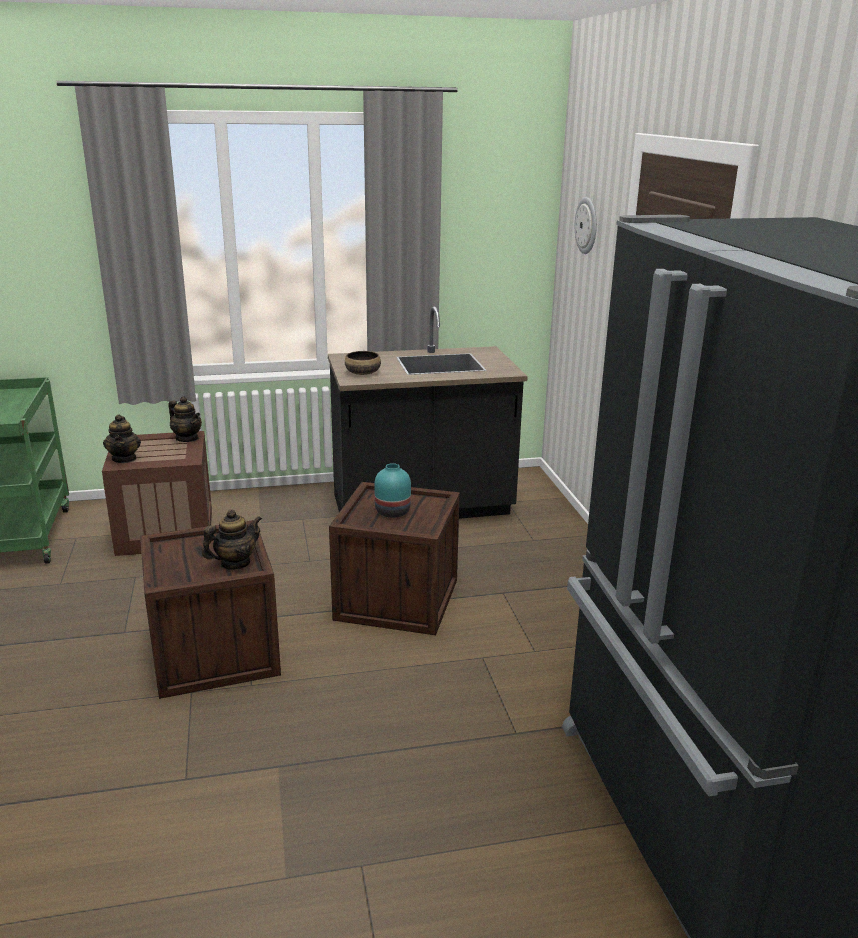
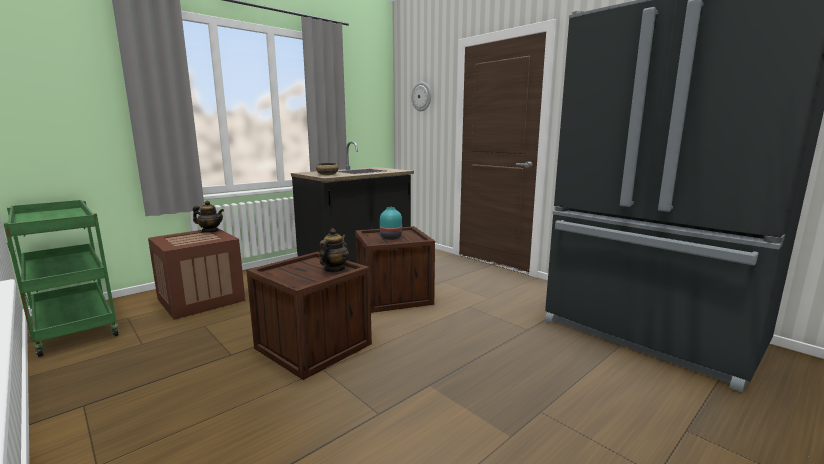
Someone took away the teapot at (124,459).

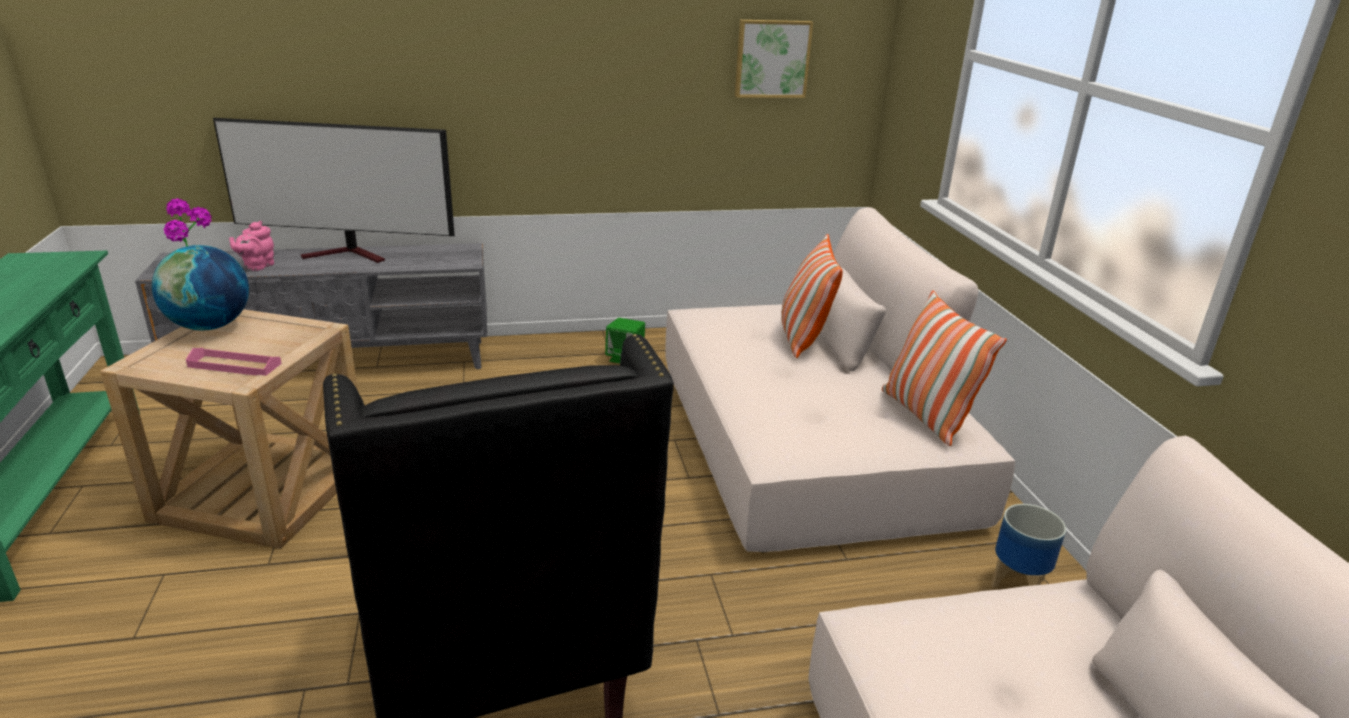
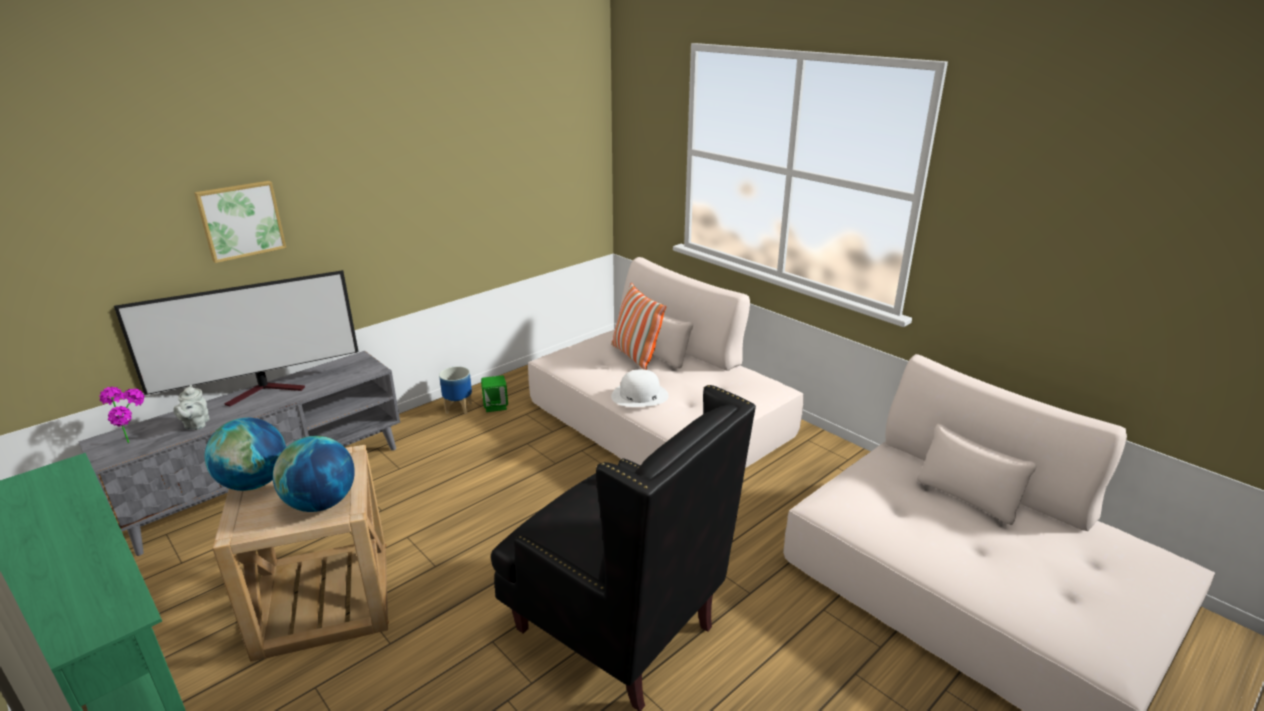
Someone repainted the pink teapot at (257,266), which became the grey teapot at (196,425). Someone carried the picture from (772,58) to (241,220). Someone swapped the pink tray at (235,365) for the globe at (321,503). Someone carried the planter from (1018,583) to (459,408). Someone put down the white hat at (639,395). Someone took away the pillow at (926,415).

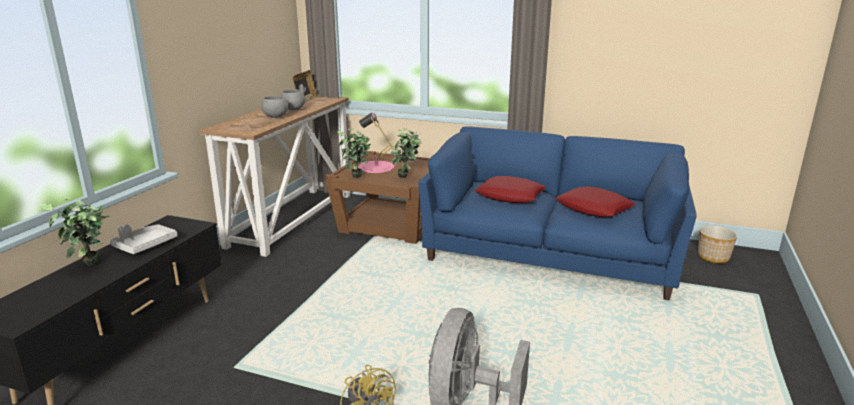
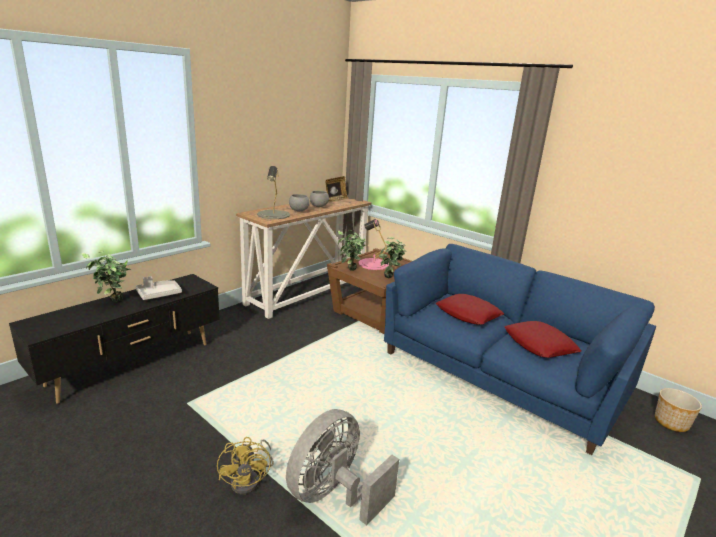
Someone put down the grey table lamp at (273,214).

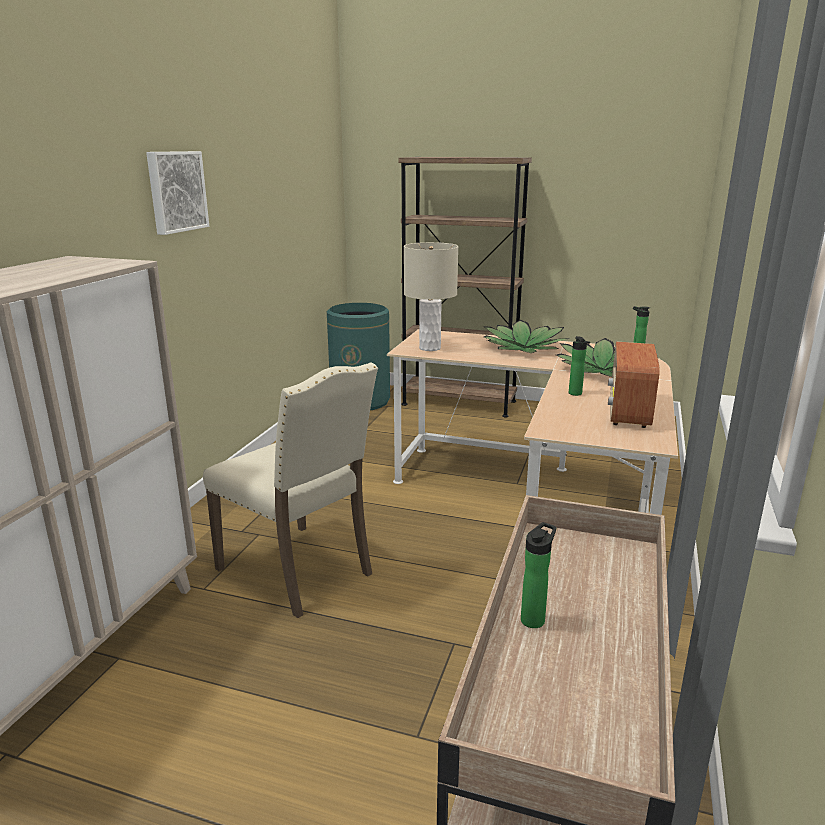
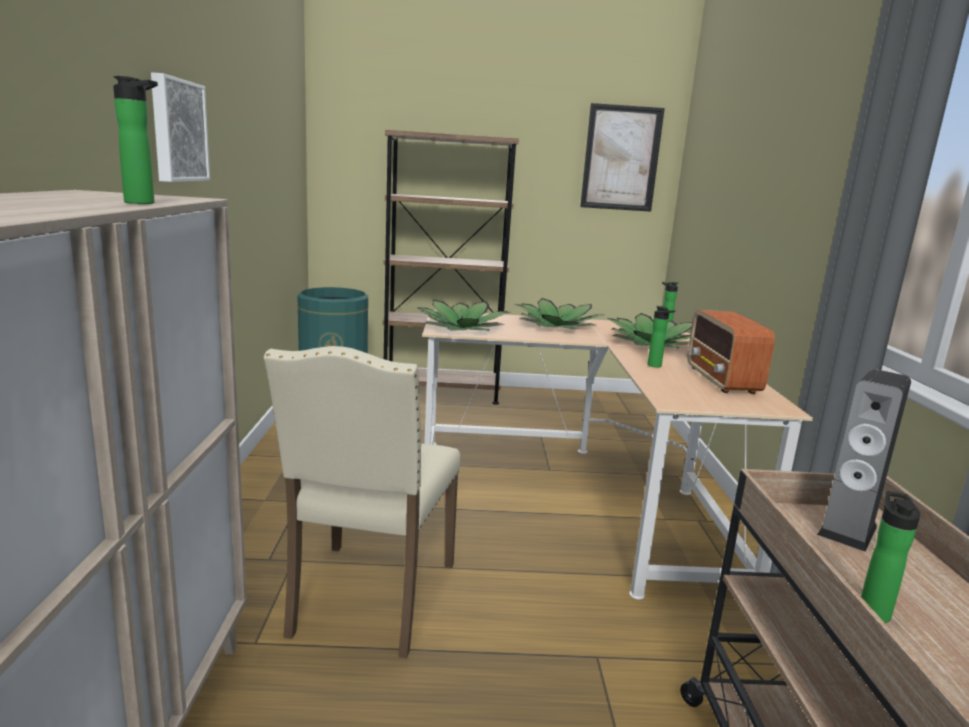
Someone put down the bottle at (144,203). Someone rotated the beige chair at (299,571) by 75 degrees clockwise. Someone swapped the beige table lamp at (429,348) for the potted plant at (463,327). Someone put up the picture at (621,158). Someone put down the speaker at (847,530).

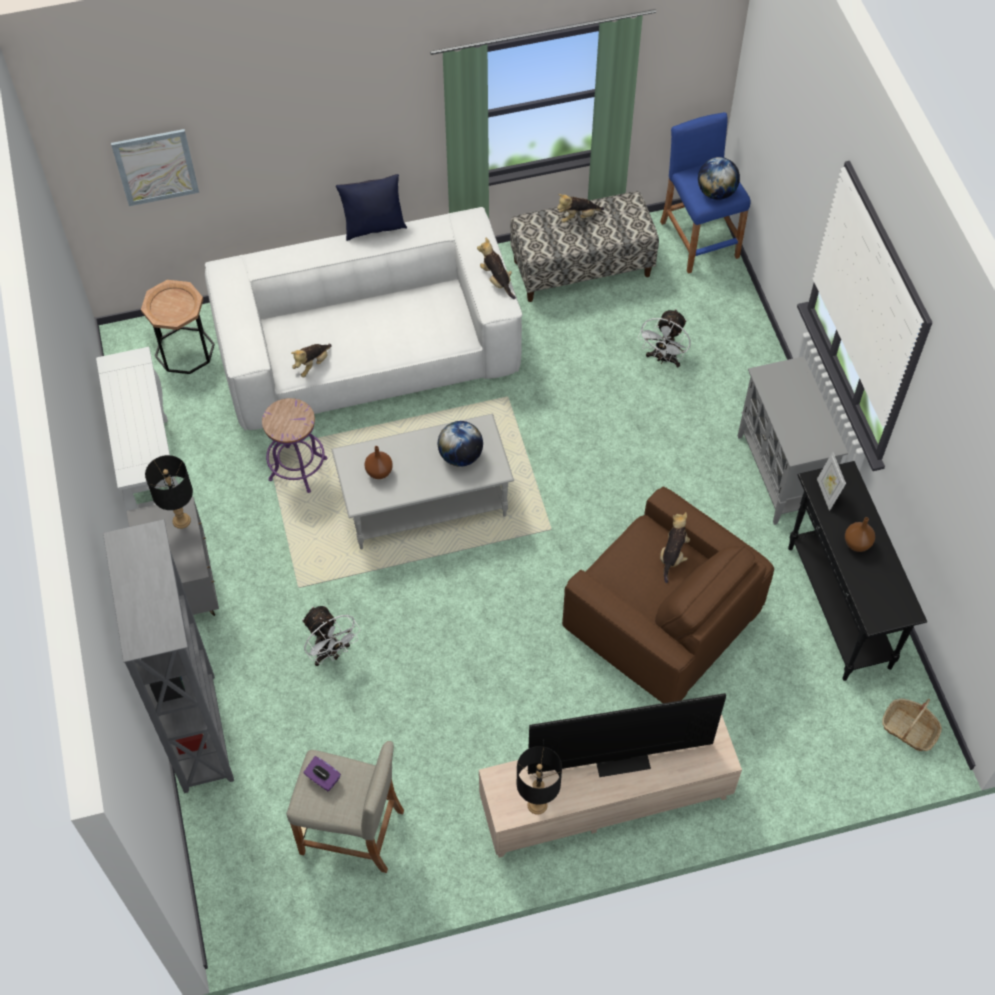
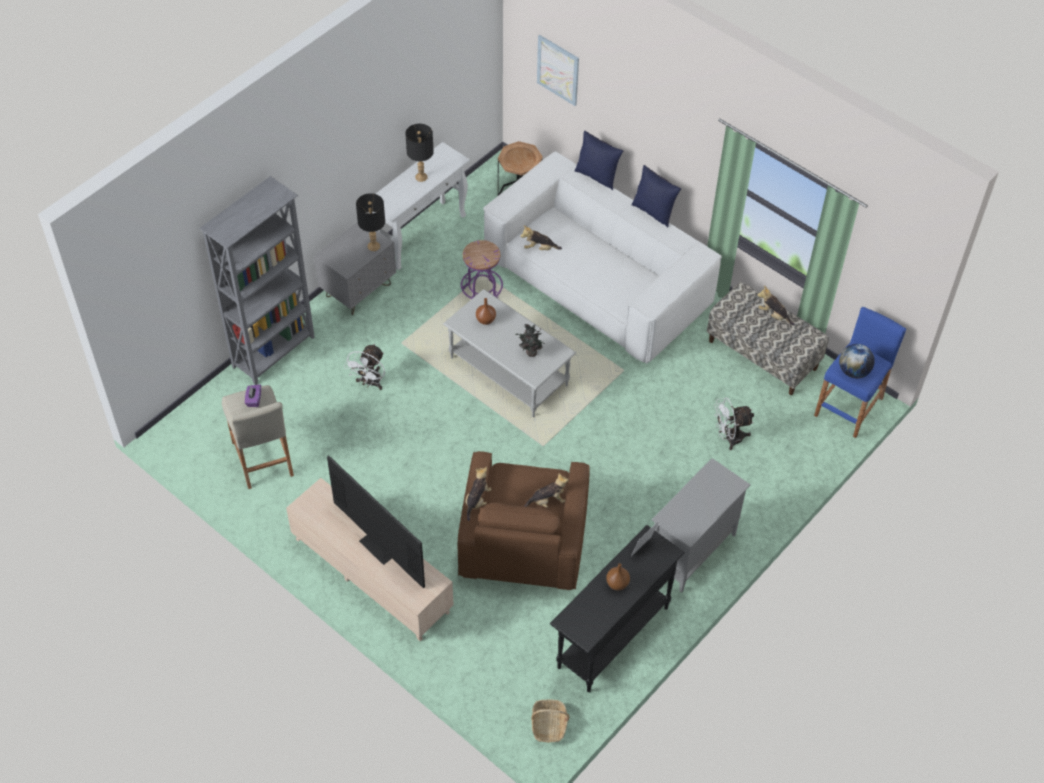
Someone carried the black table lamp from (537,804) to (421,177). Someone carried the plush toy from (497,280) to (477,500). Someone swapped the globe at (460,456) for the potted plant at (530,353). Someone put down the blue pillow at (597,176).

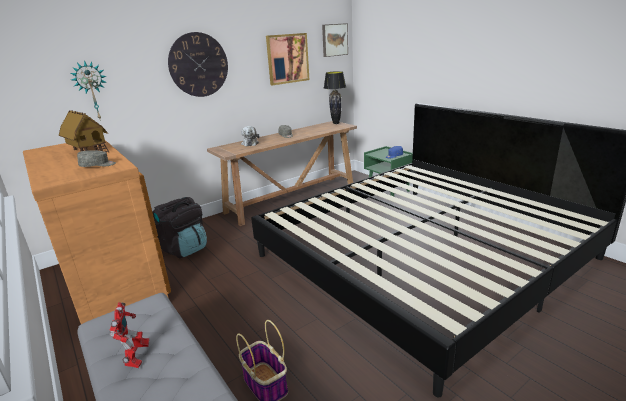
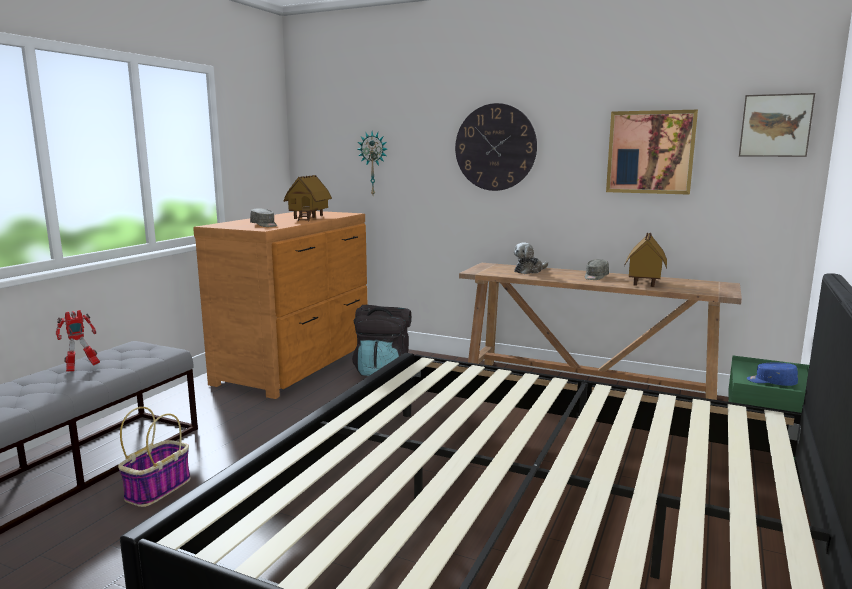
Someone put down the toy house at (644,283). Someone took away the black table lamp at (336,123).

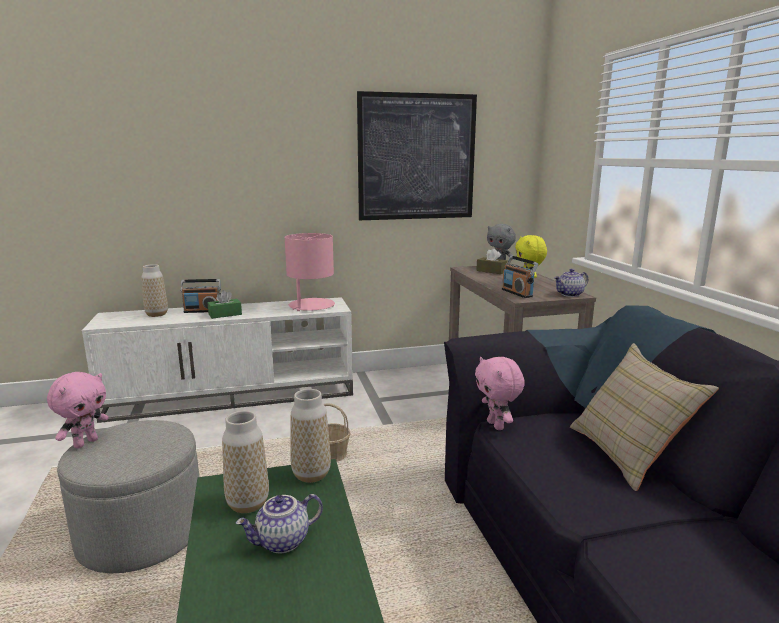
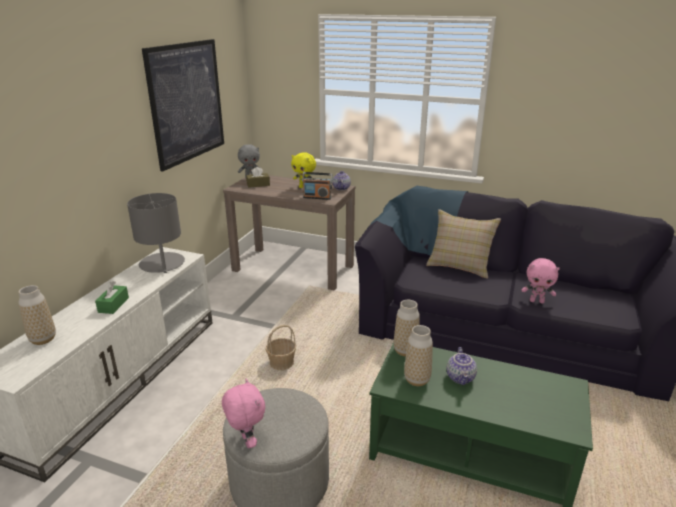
Someone repainted the pink table lamp at (311,306), which became the grey table lamp at (162,264). Someone carried the pink plush toy from (496,425) to (537,301). Someone took away the radio at (202,311).

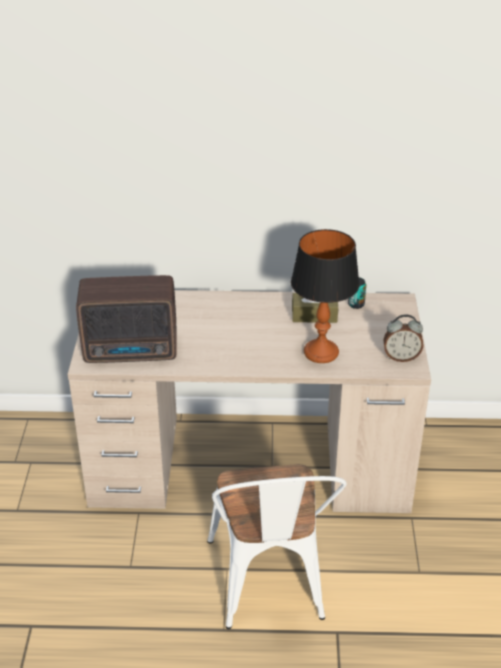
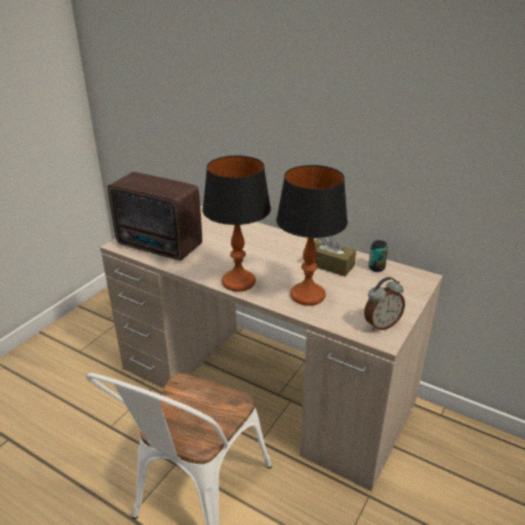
Someone put down the table lamp at (239,282). Someone rotated the alarm clock at (401,357) by 60 degrees counterclockwise.

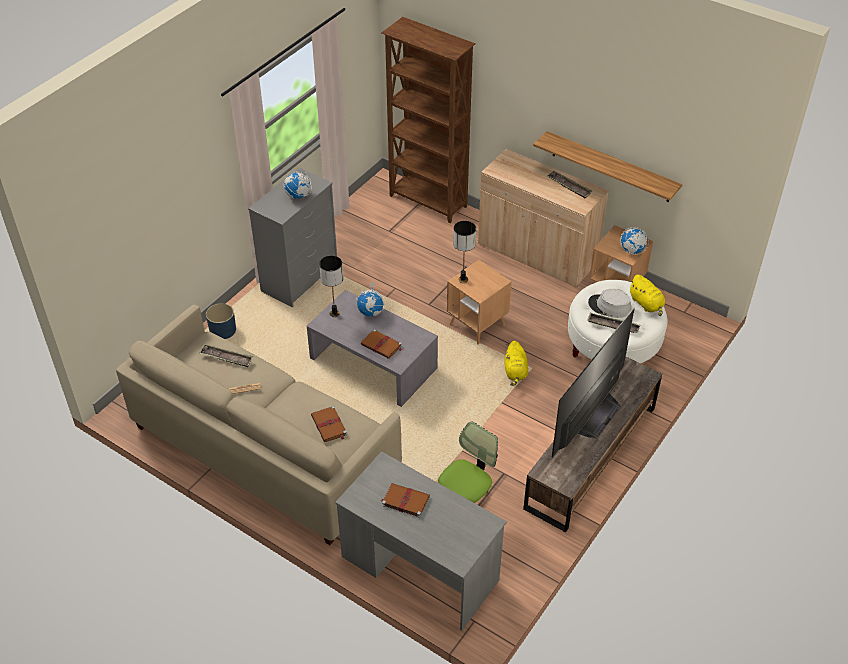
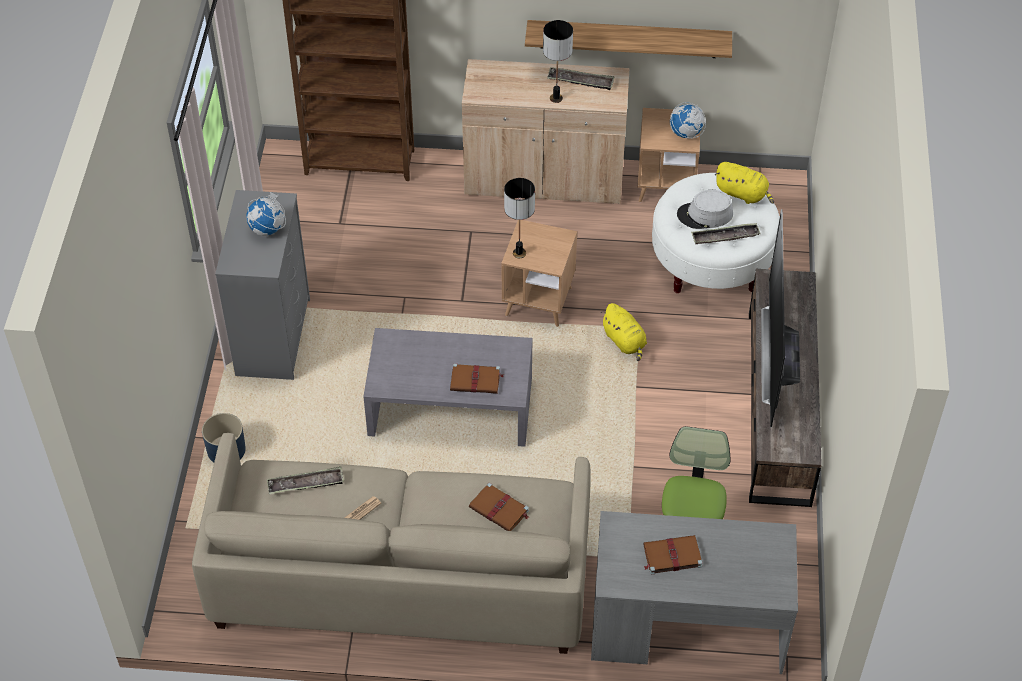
Someone carried the table lamp from (334,314) to (556,98). Someone took away the globe at (371,312).

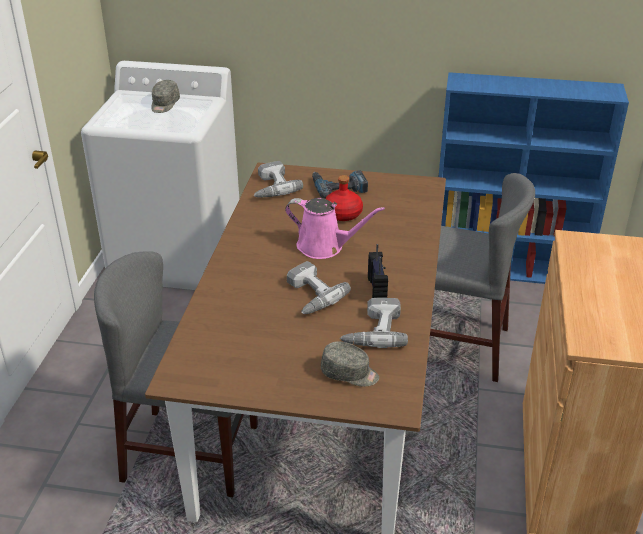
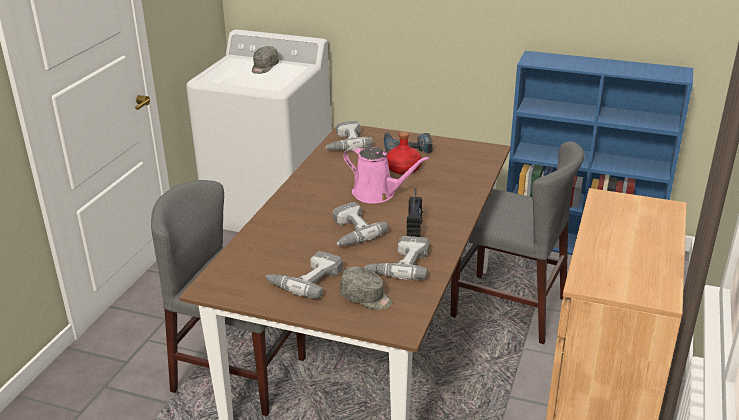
Someone put down the power drill at (305,279).

